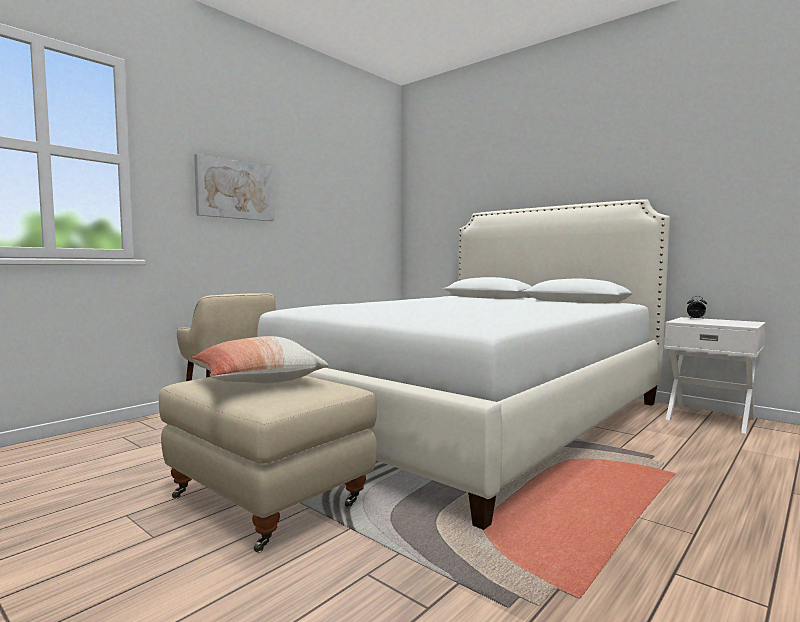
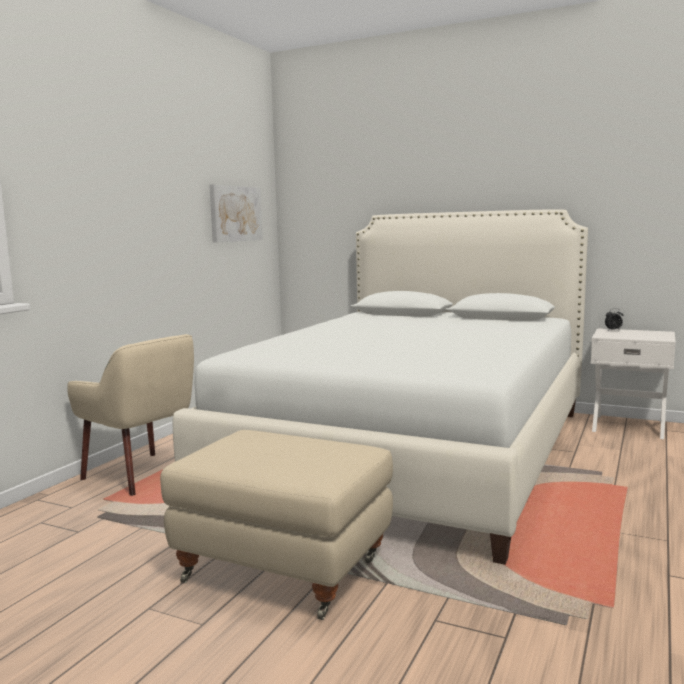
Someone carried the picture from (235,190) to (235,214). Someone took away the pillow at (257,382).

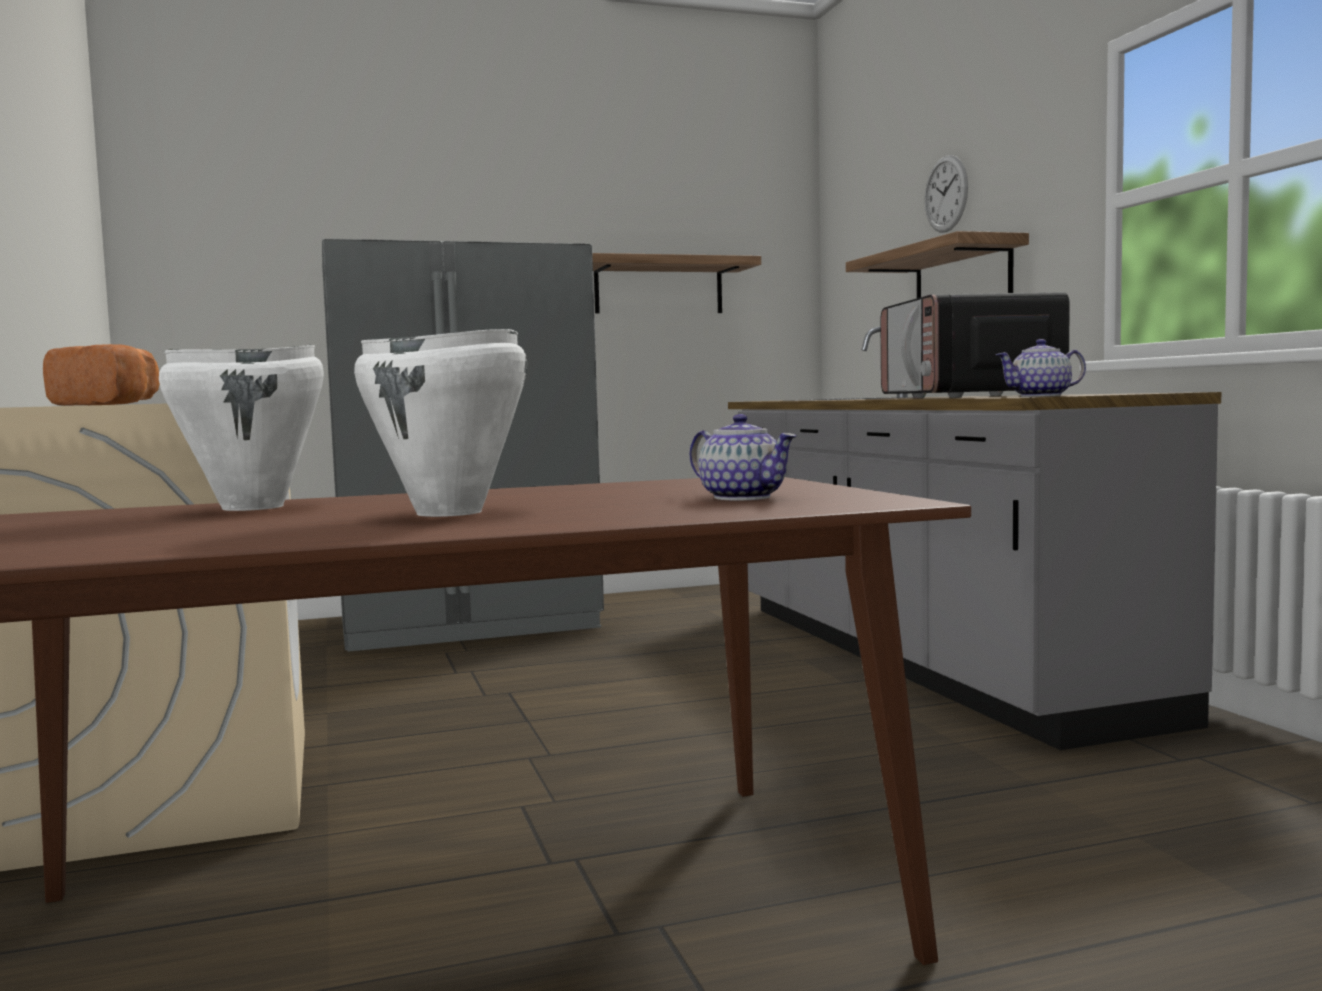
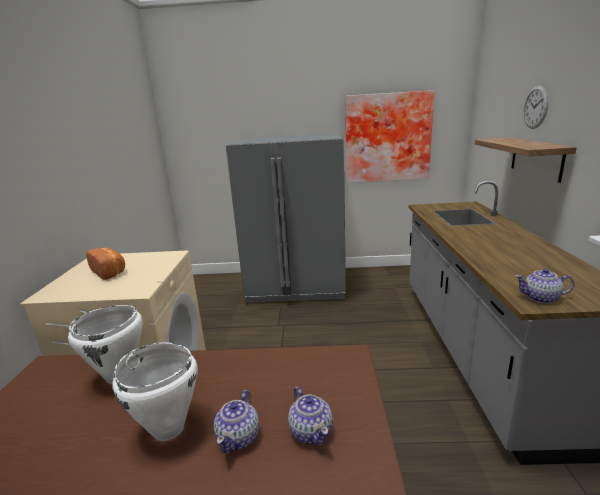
Someone put down the teapot at (239,437). Someone swapped the shelf at (658,288) for the picture at (387,138). Someone took away the microwave at (969,396).

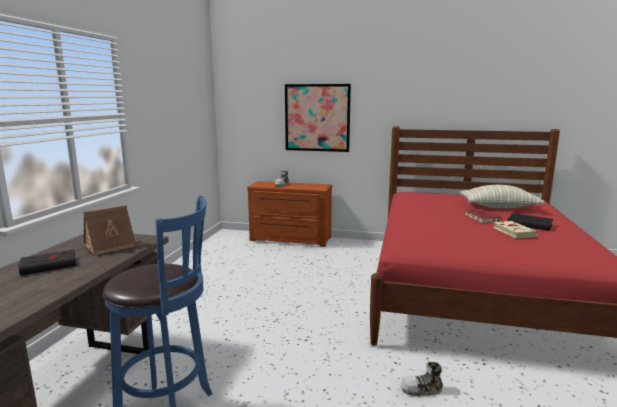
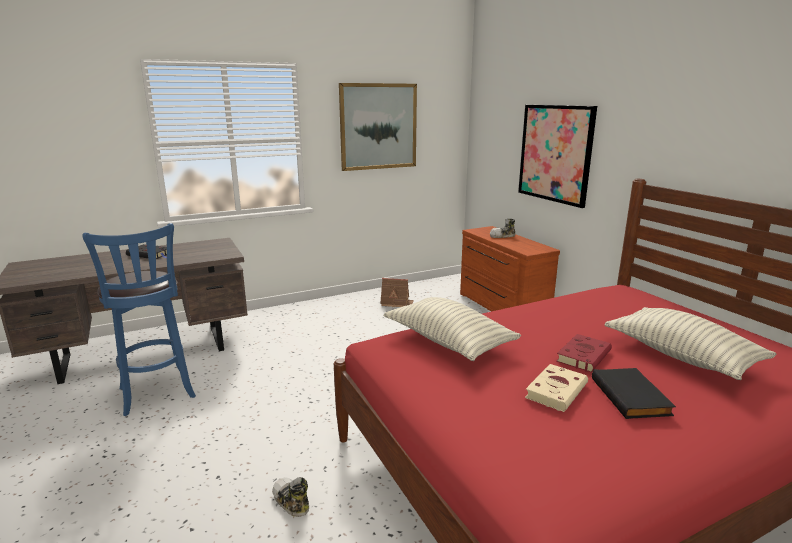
Someone put up the picture at (378,126). Someone carried the toy house from (113,246) to (396,303). Someone put down the pillow at (448,342).

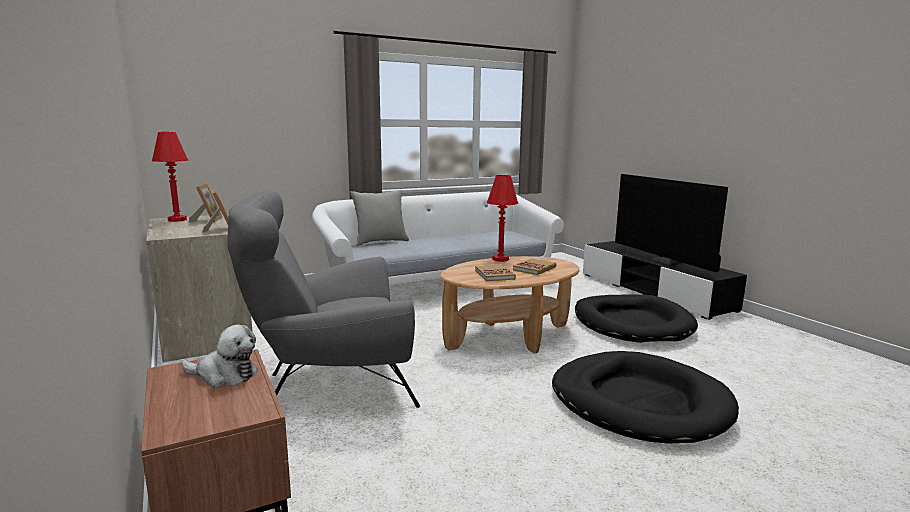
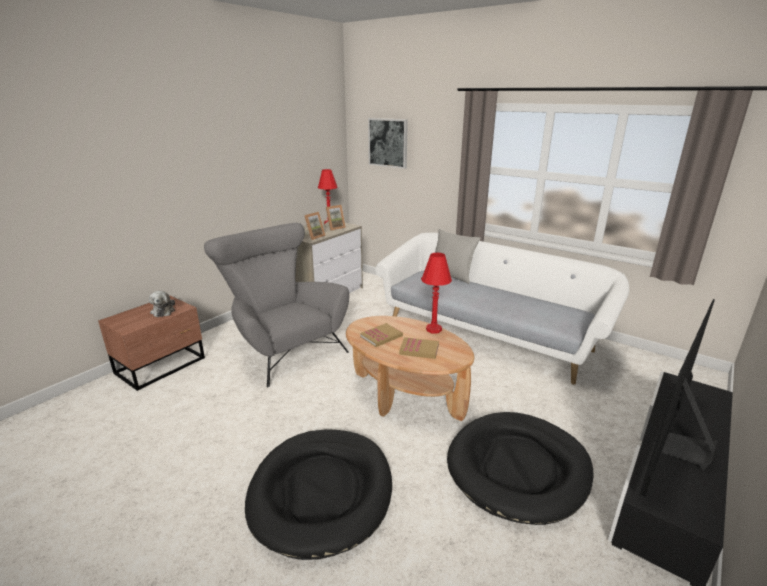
Someone put up the picture at (388,142).

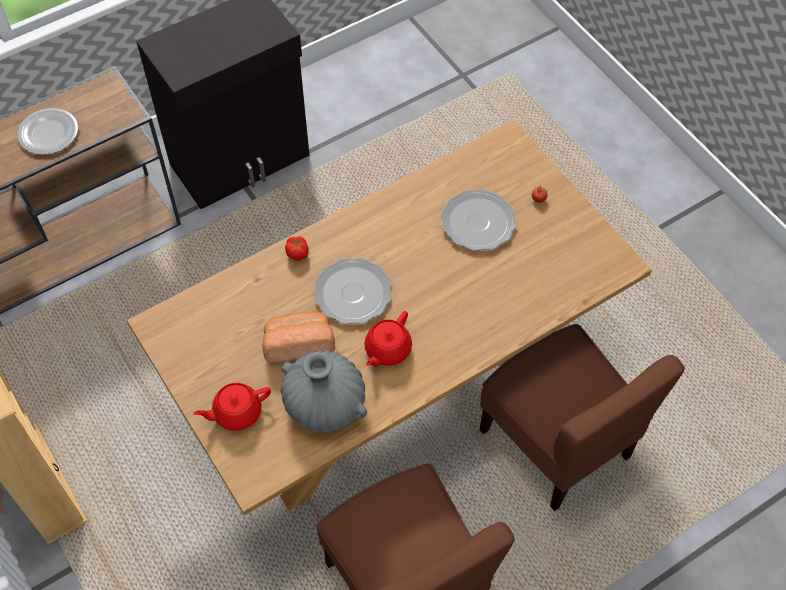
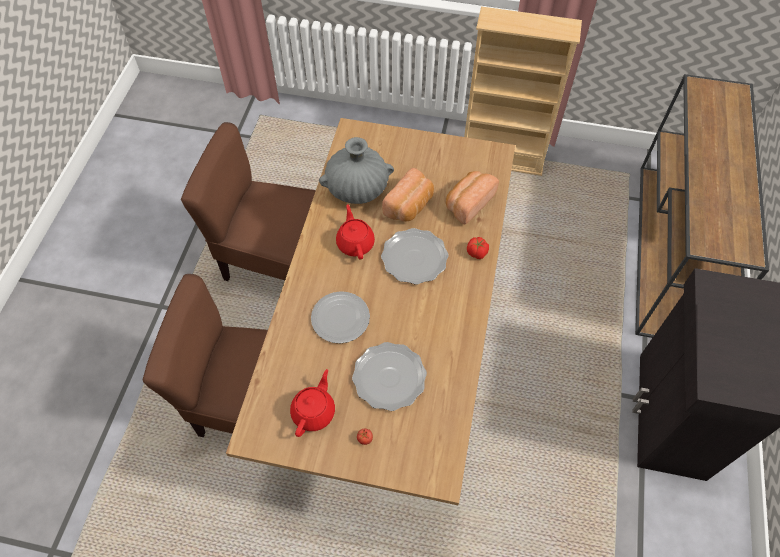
Someone carried the red teapot from (236,412) to (314,411). Someone carried the plate from (49,133) to (340,319). Someone put down the bread at (468,203).

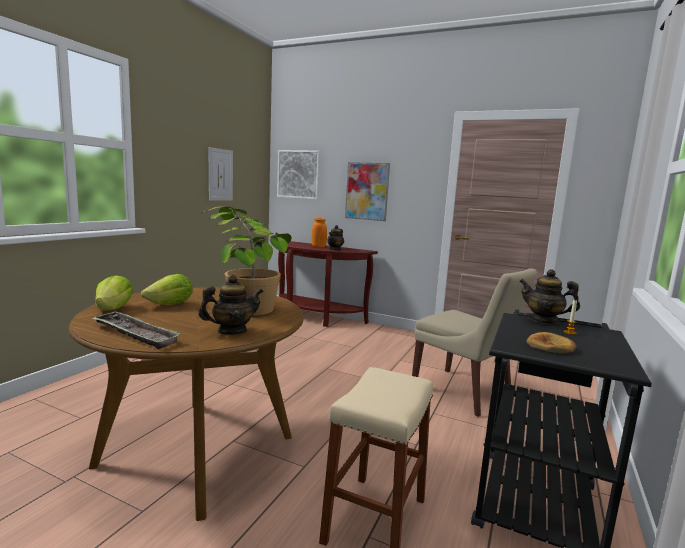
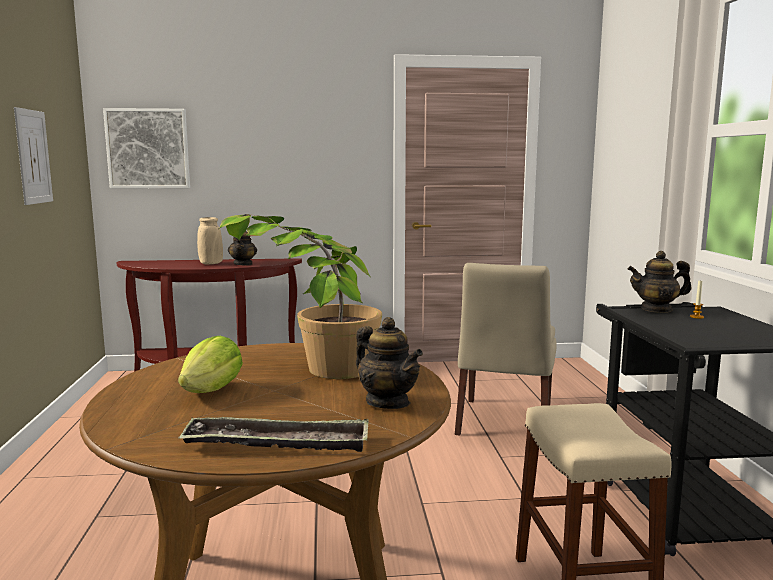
Someone repainted the orange vase at (318,247), which became the beige vase at (211,263). Someone rotated the teapot at (232,331) by 105 degrees clockwise. Someone rotated the beige chair at (464,392) by 90 degrees clockwise. Someone took away the lettuce at (114,309). Someone took away the picture at (367,191). Someone took away the bread at (550,346).

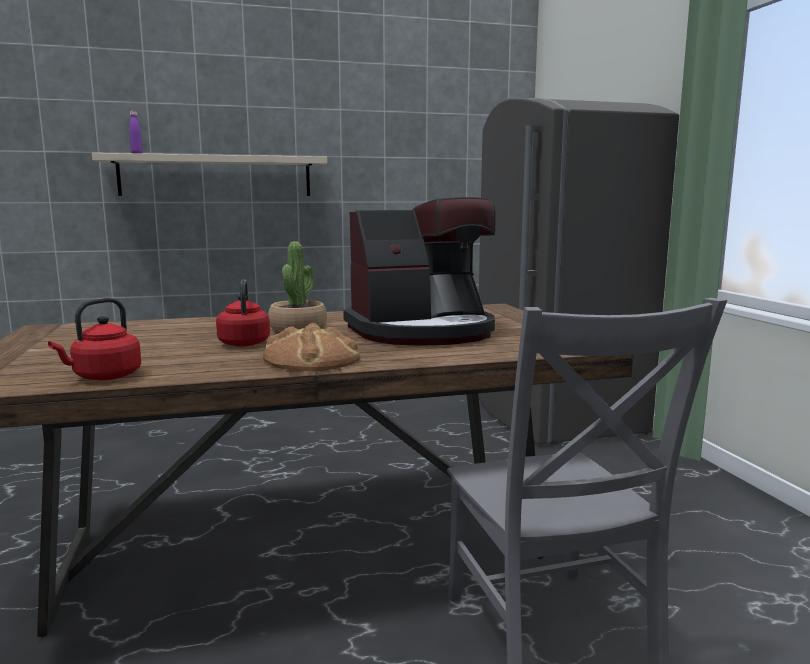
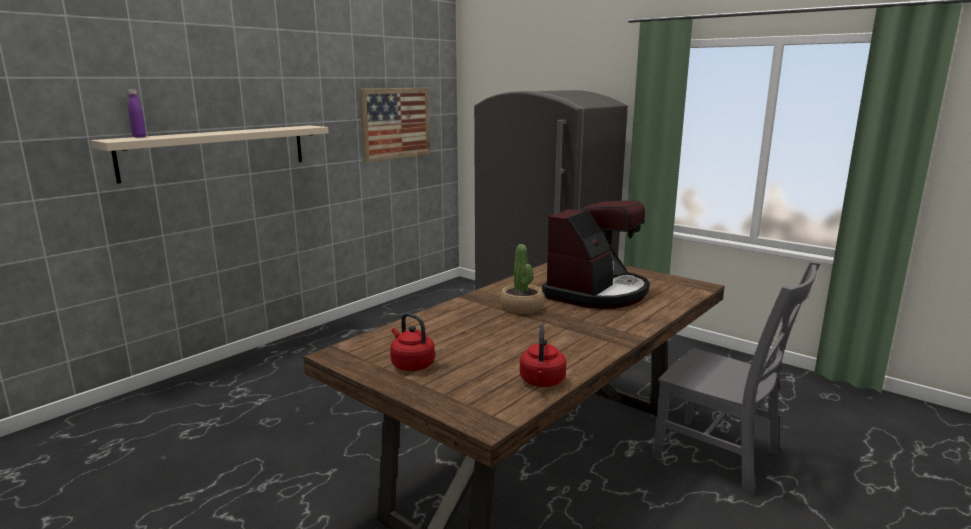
Someone put up the picture at (396,123). Someone carried the red kettle from (244,343) to (411,364). Someone took away the bread at (313,359).

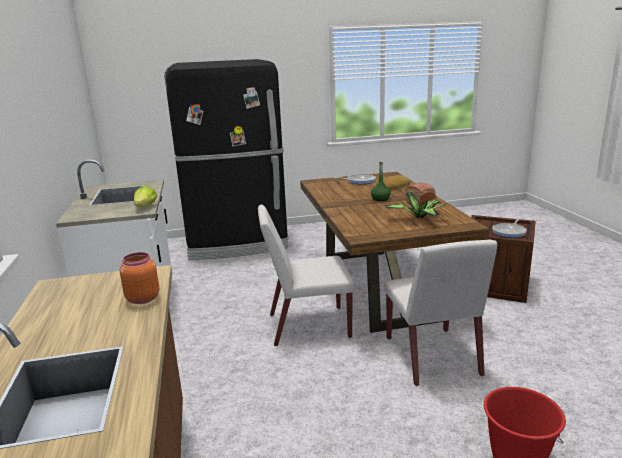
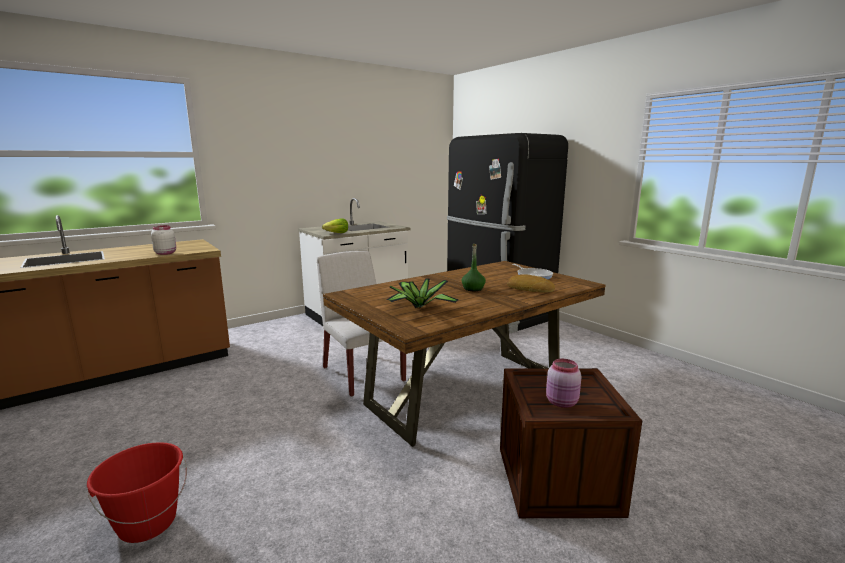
Someone repainted the orange jar at (142,299), which became the white jar at (166,253). Someone swapped the frying pan at (509,232) for the pink jar at (562,403). Someone took away the white chair at (432,356). Someone took away the bread at (421,200).

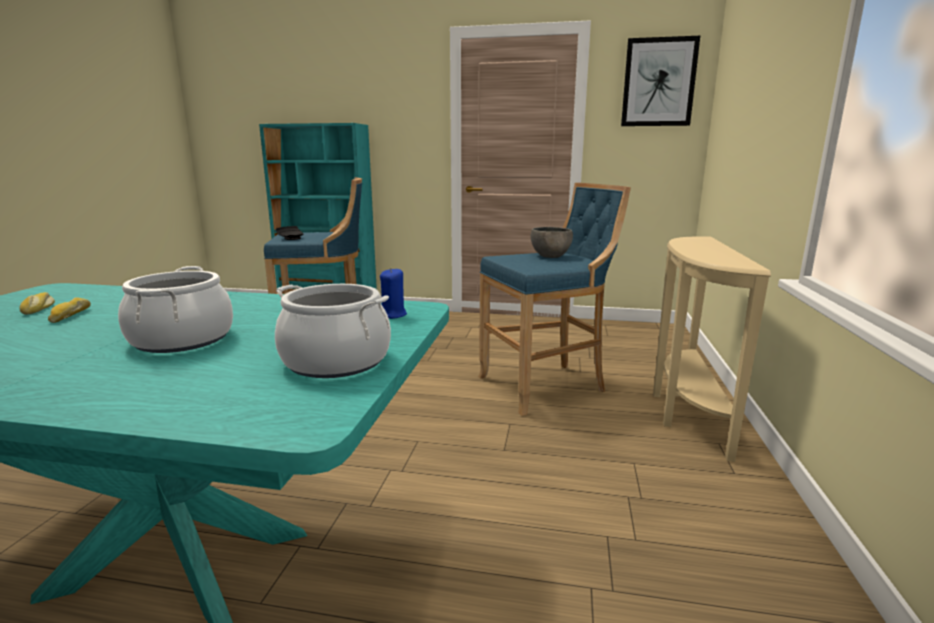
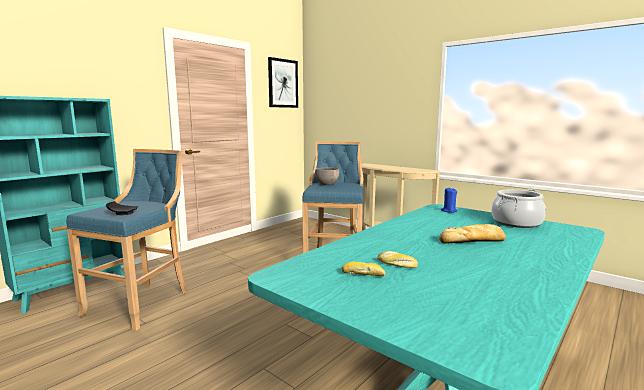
Someone swapped the cooking pot at (183,339) for the bread at (473,241).

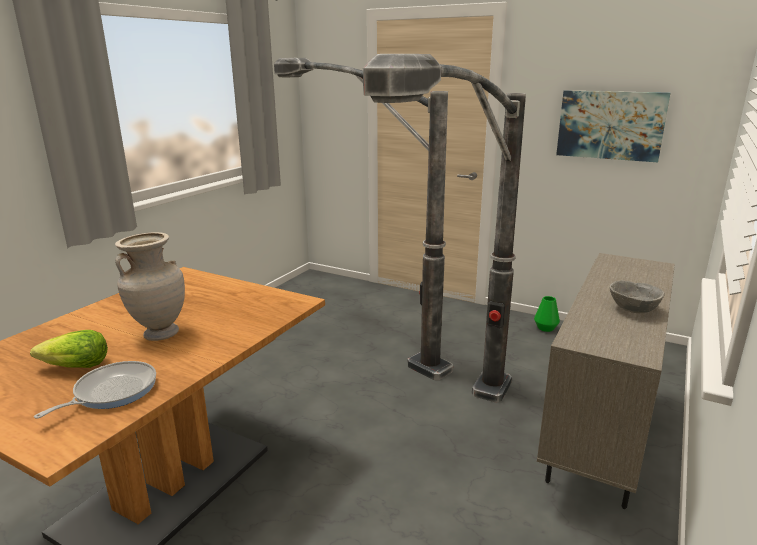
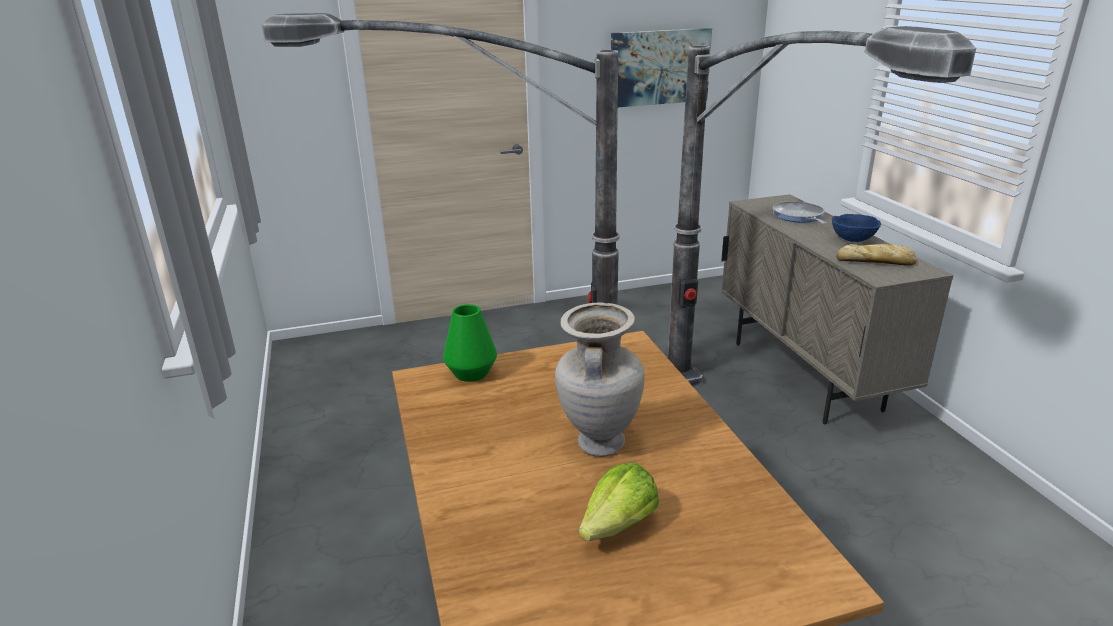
Someone carried the green vase from (545,328) to (471,373). Someone carried the frying pan from (111,392) to (798,216). Someone repainted the grey bowl at (632,310), which became the blue bowl at (852,240). Someone put down the bread at (876,261).

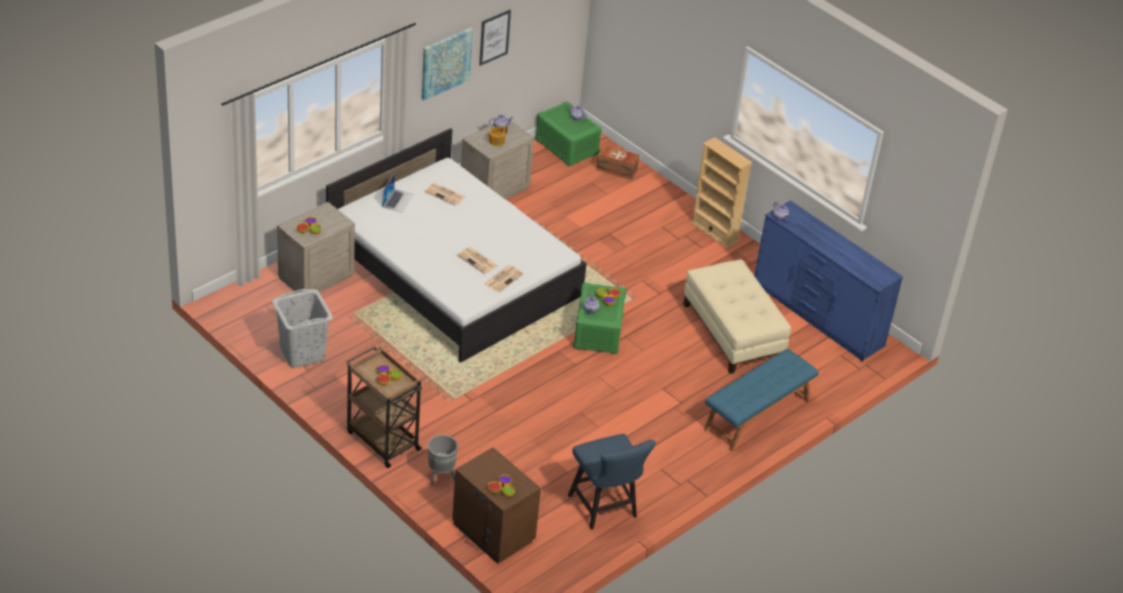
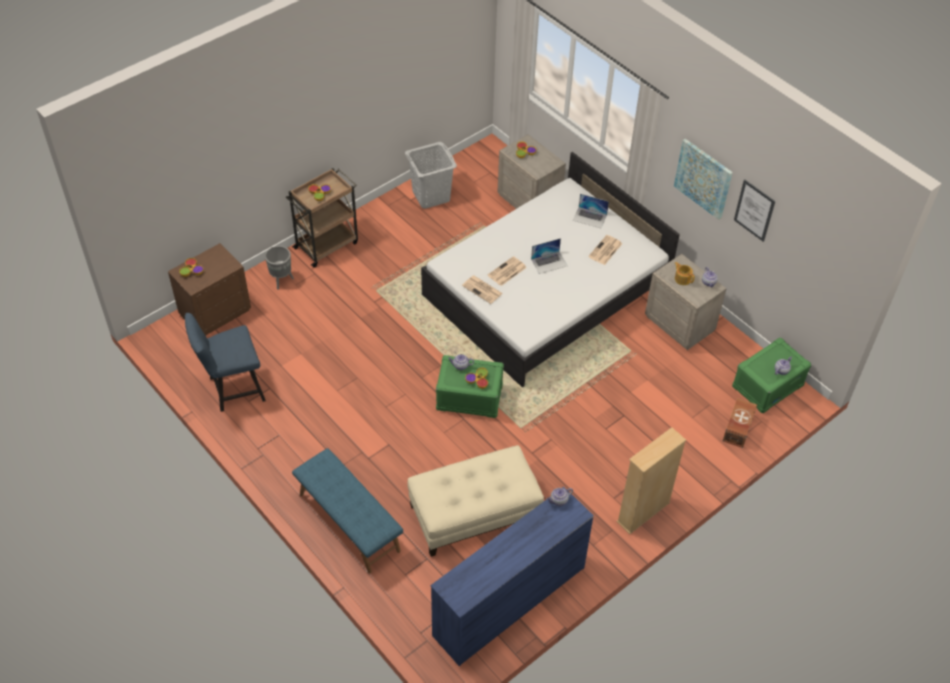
Someone put down the laptop at (549,262).

